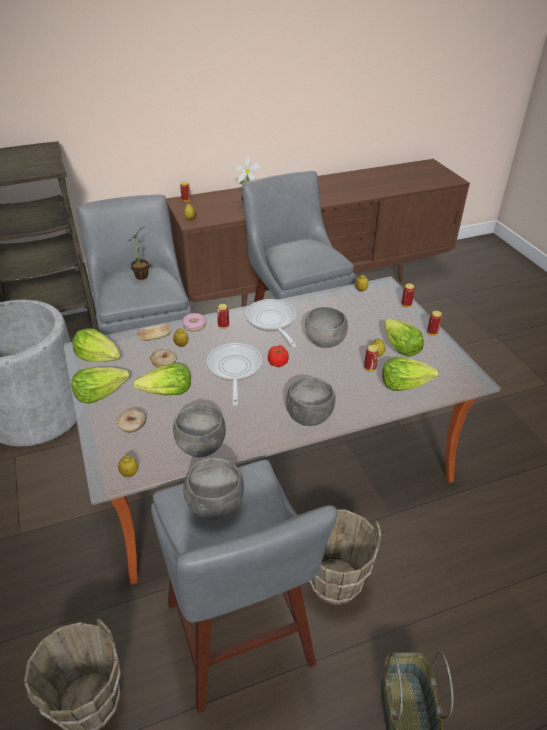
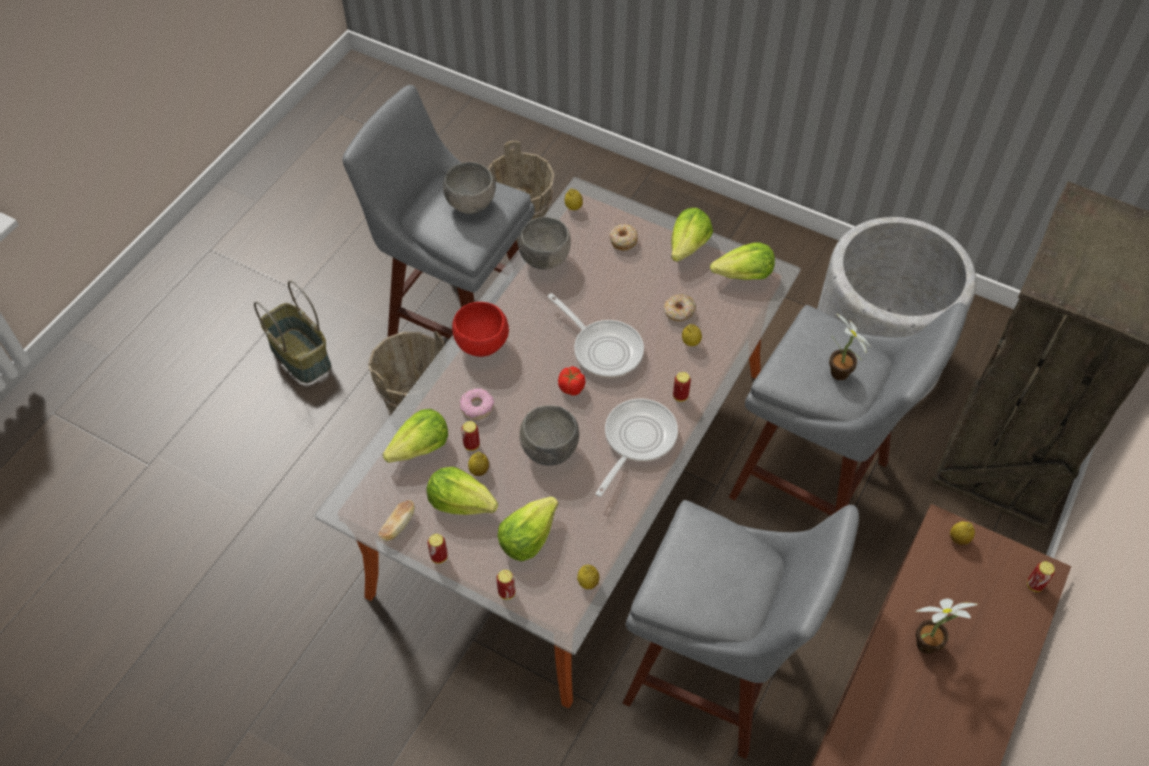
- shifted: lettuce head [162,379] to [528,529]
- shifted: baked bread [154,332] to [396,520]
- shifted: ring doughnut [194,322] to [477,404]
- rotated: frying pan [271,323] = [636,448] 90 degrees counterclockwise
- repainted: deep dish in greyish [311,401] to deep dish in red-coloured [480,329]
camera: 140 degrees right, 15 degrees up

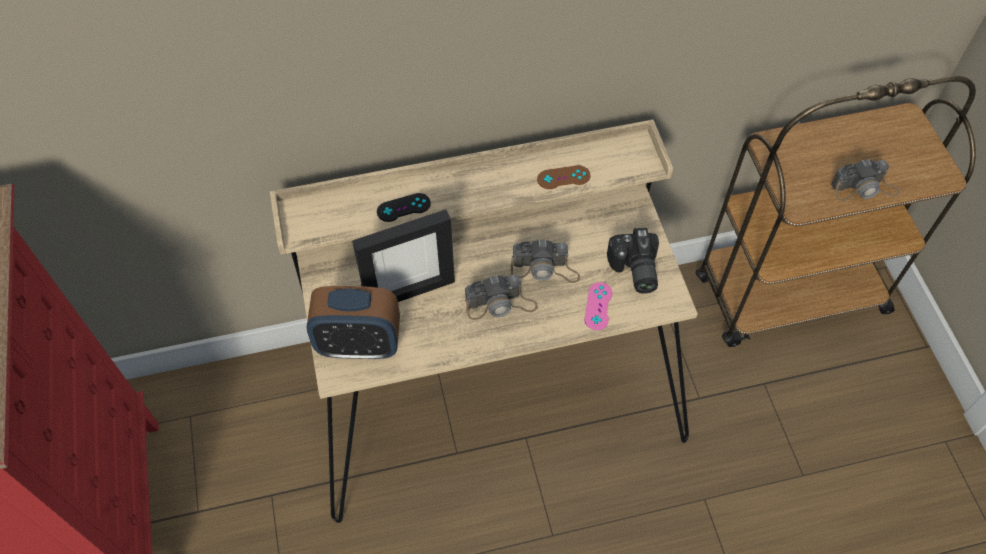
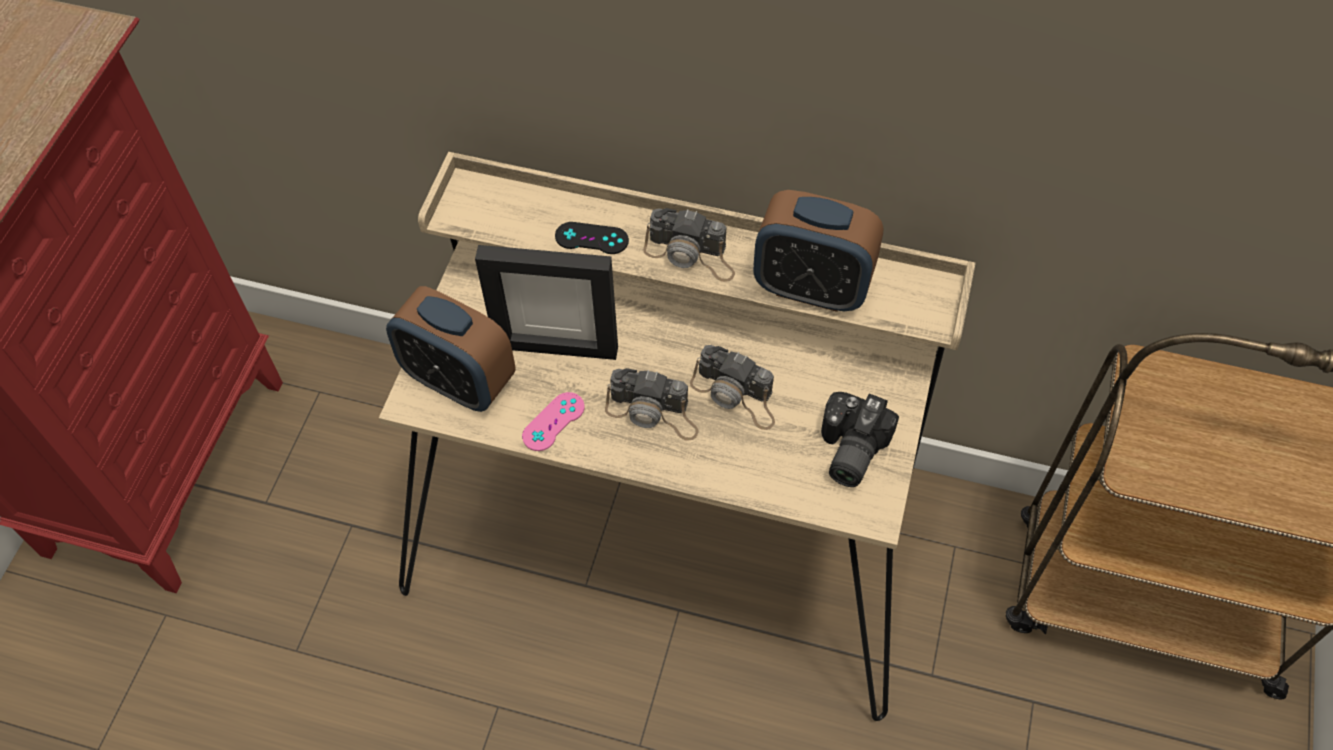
- swapped: game controller in brown [563,177] to bedside clock [818,251]
- shifted: game controller in pink-coloured [598,306] to [553,421]
- shifted: photo camera [865,180] to [689,245]
camera: 30 degrees right, 0 degrees up

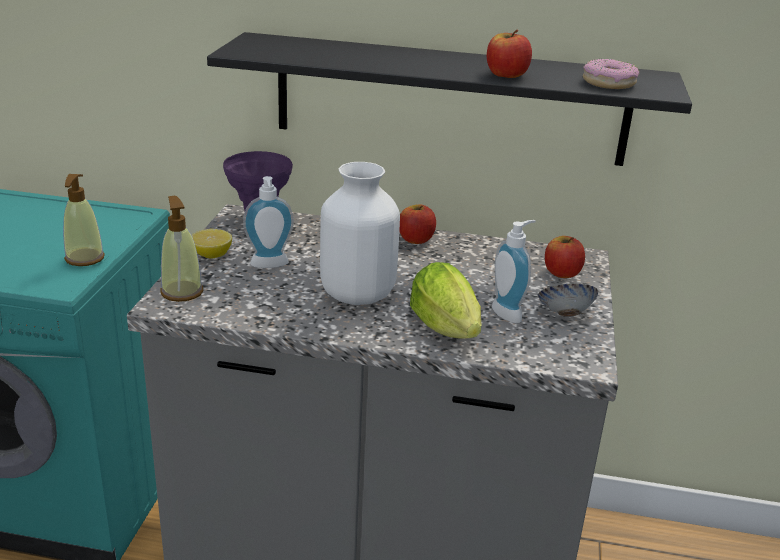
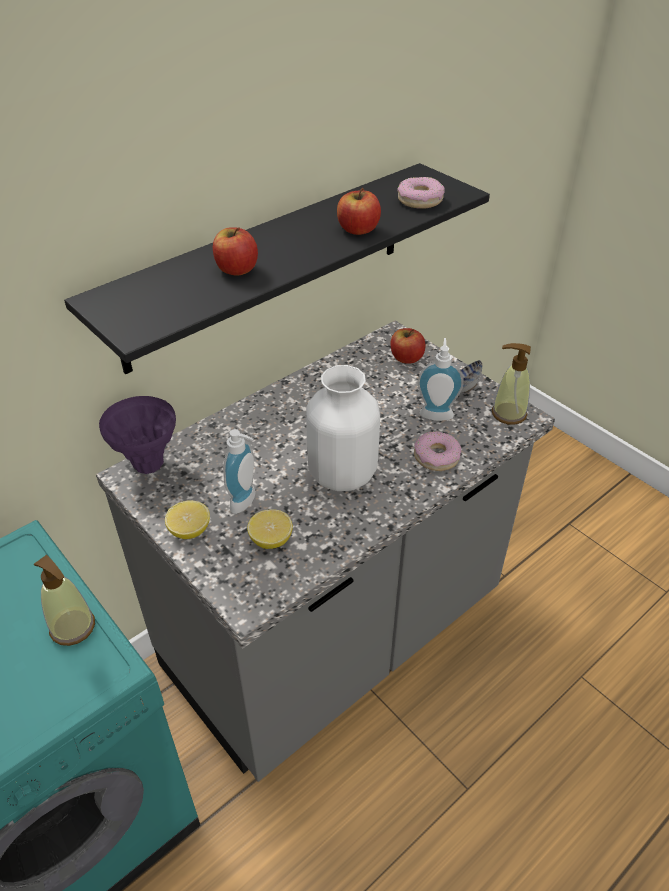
- shifted: liquid soap bottle [181,249] to [511,384]
- shifted: whole apple [417,224] to [235,251]
- swapped: lettuce head [445,300] to ring doughnut [437,451]
- new: lemon [270,529]
camera: 50 degrees left, 15 degrees up

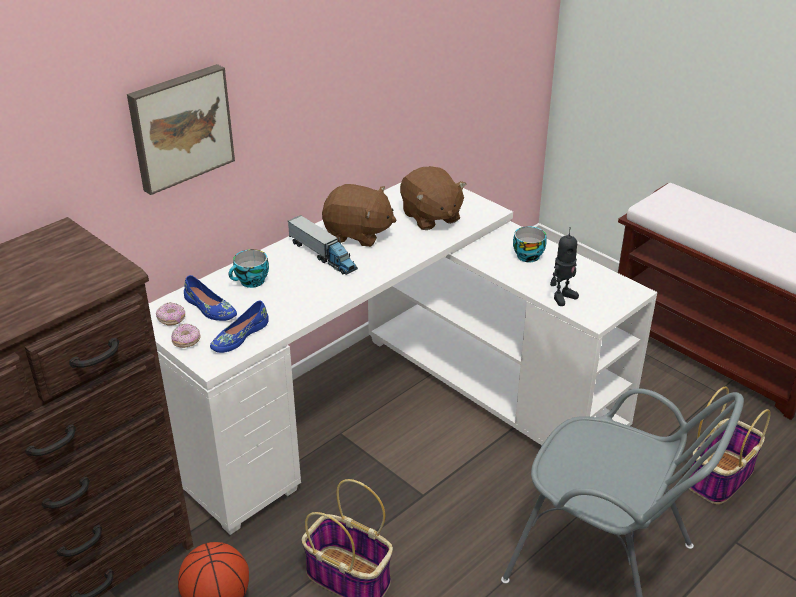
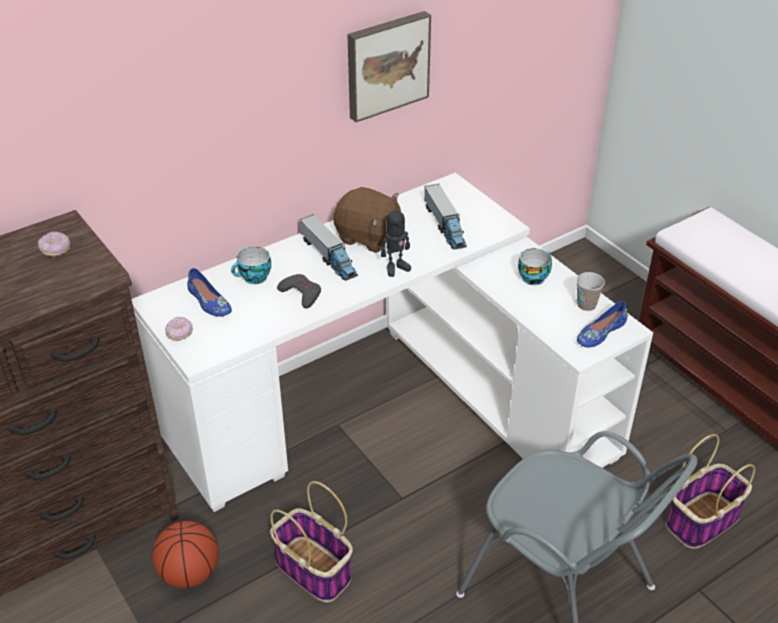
- shifted: picture [181,129] to [389,66]
- shifted: ring doughnut [170,313] to [54,244]
- shifted: low shoe in blue-coloured [239,327] to [602,324]
- swapped: cuddly toy in brown [433,198] to toy truck [445,217]
- shifted: robot figure [564,266] to [396,240]
- new: game controller in greyish [299,291]
- new: small cup [591,291]
camera: 10 degrees right, 5 degrees up

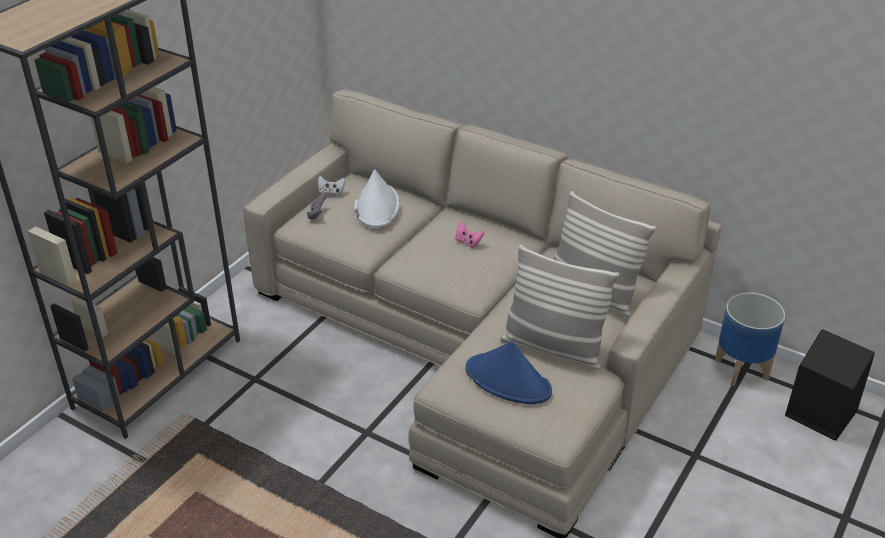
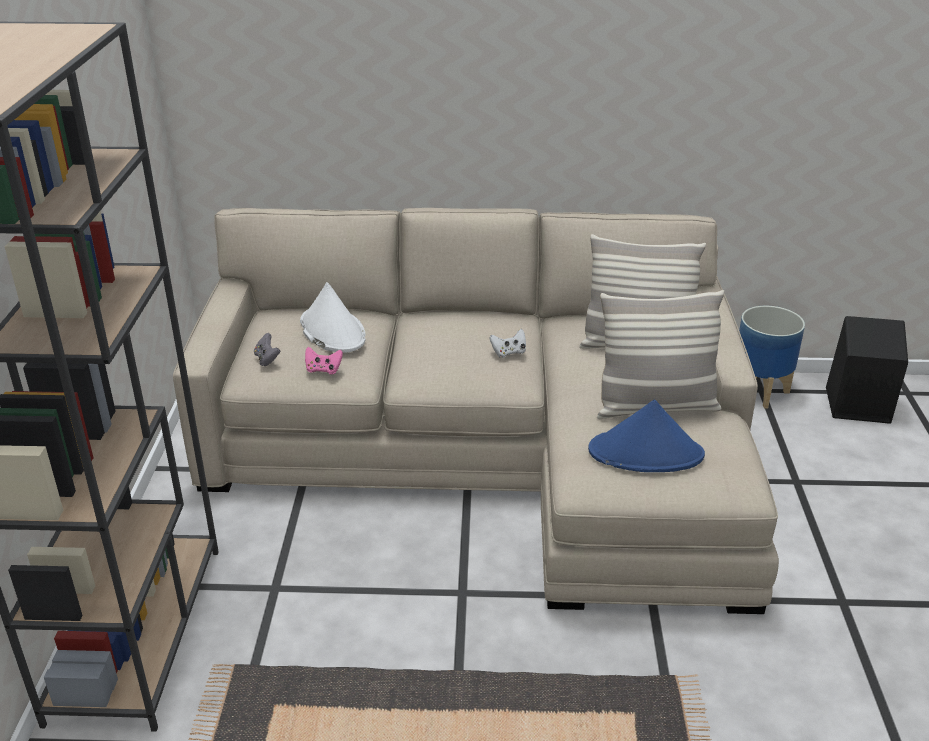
- shifted: game controller in whitish [331,186] to [507,343]
- shifted: game controller in pink-coloured [469,234] to [324,361]
camera: 30 degrees left, 5 degrees down

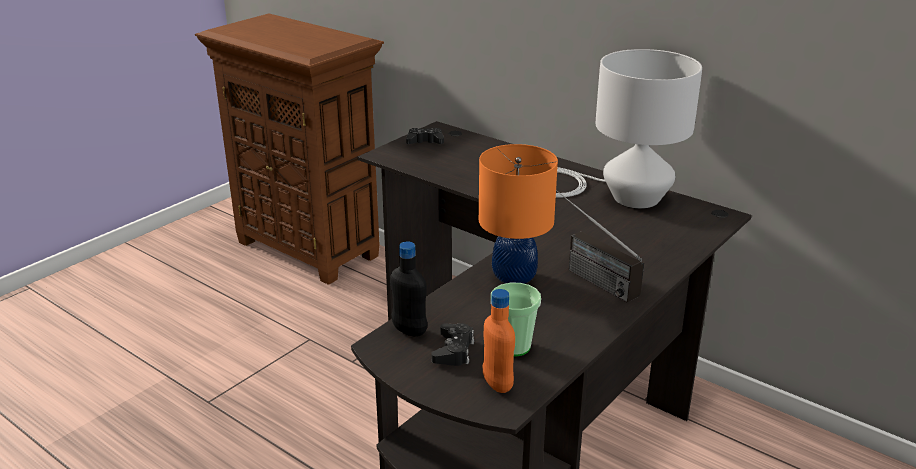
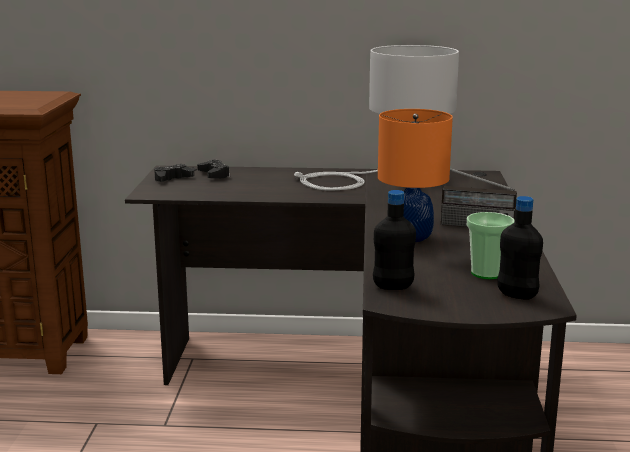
- shifted: game controller in black [452,344] to [213,168]
- repainted: beverage bottle in orangey [499,341] to beverage bottle in black [520,248]
camera: 35 degrees left, 10 degrees down

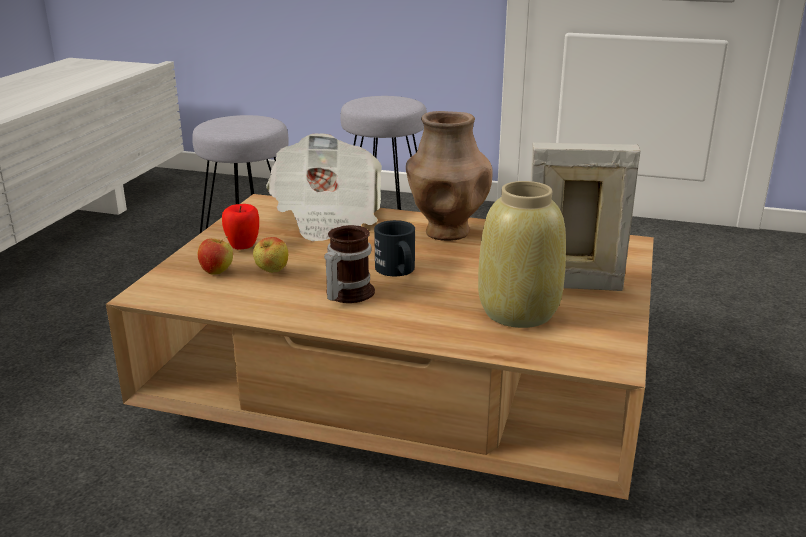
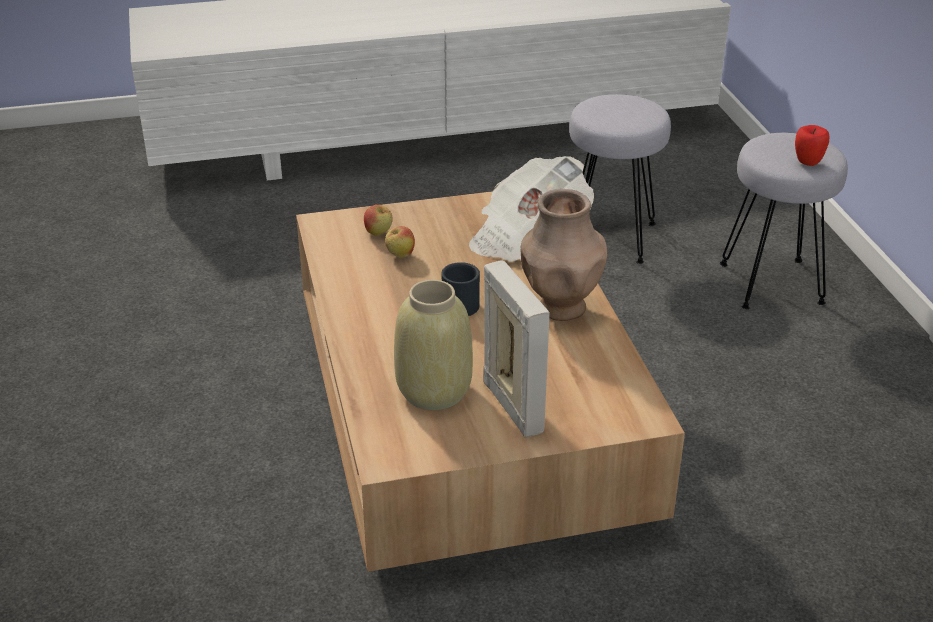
- shifted: whole apple [240,227] to [812,145]
- gone: mug [349,264]
camera: 60 degrees right, 10 degrees up

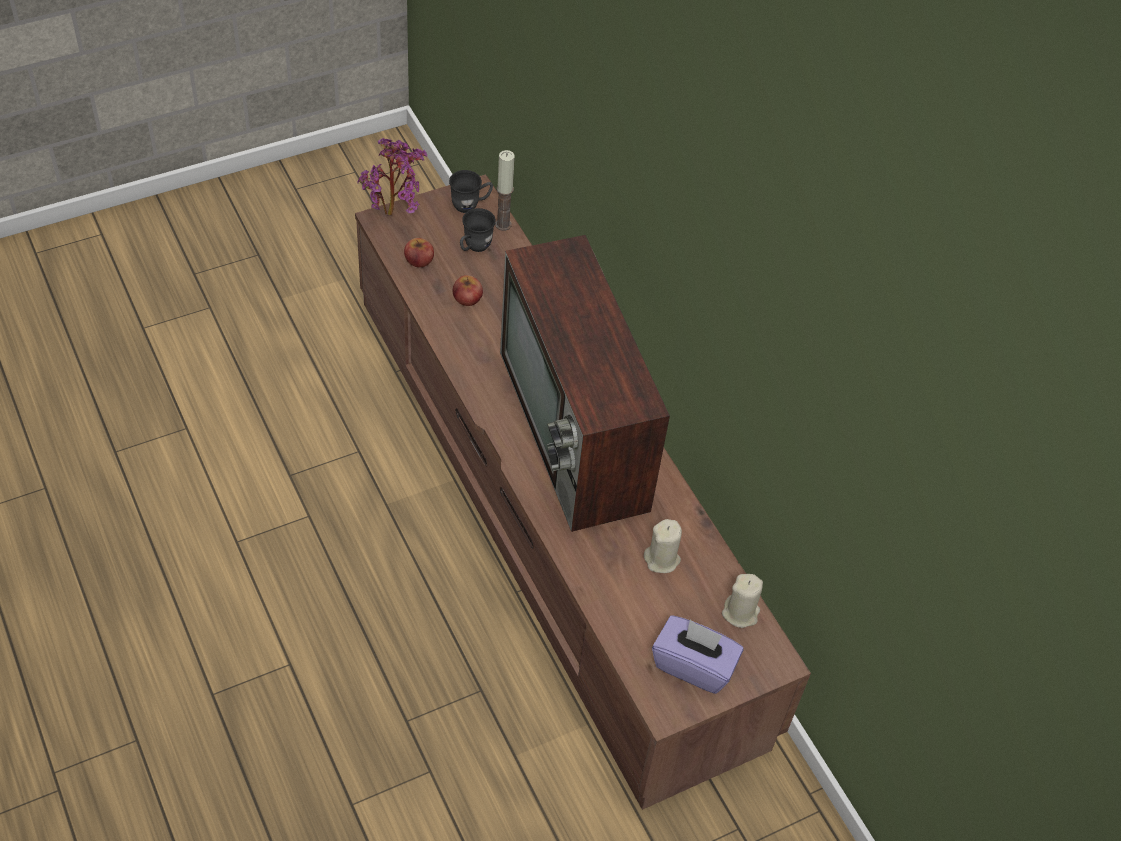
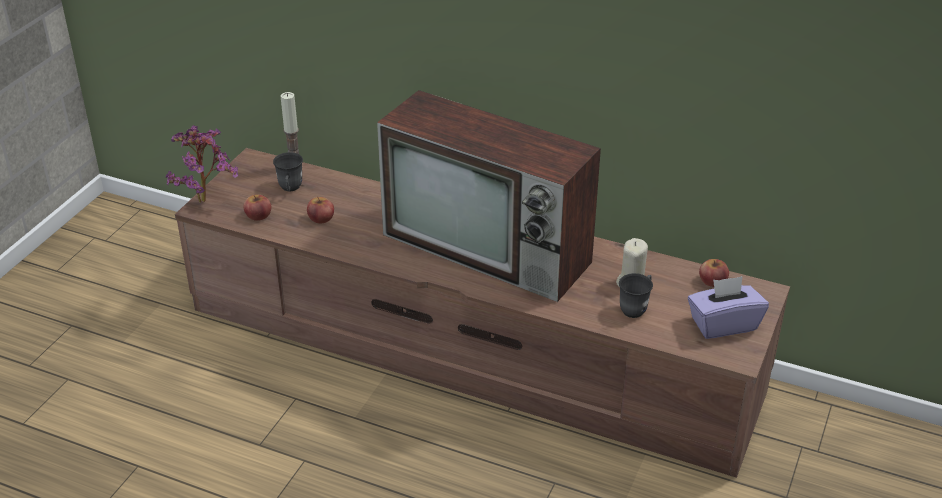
- shifted: mug in greyish [471,191] to [636,295]
- swapped: candle in beige [742,601] to whole apple [714,273]
camera: 35 degrees left, 15 degrees down

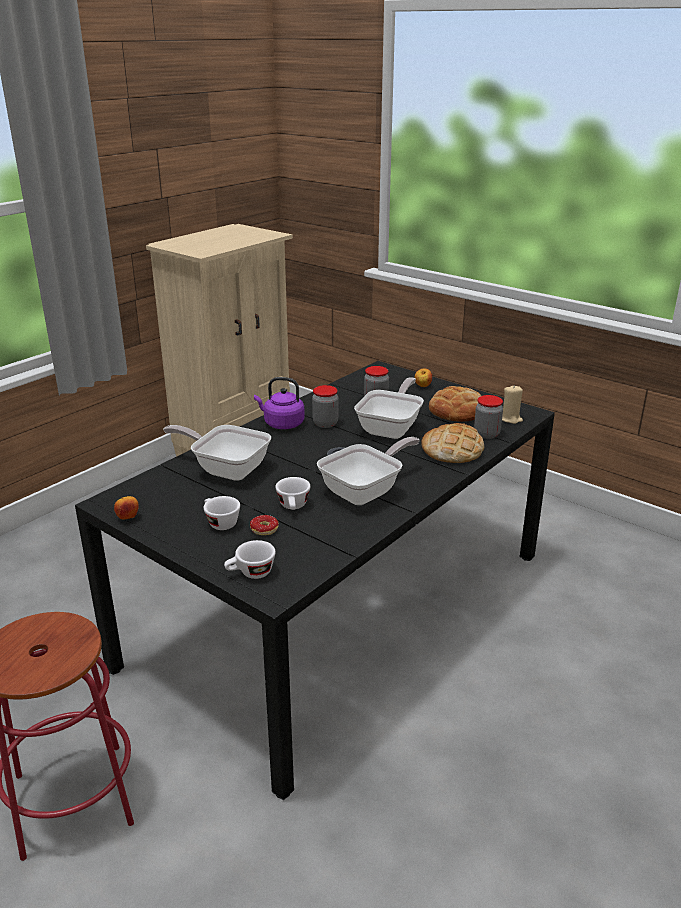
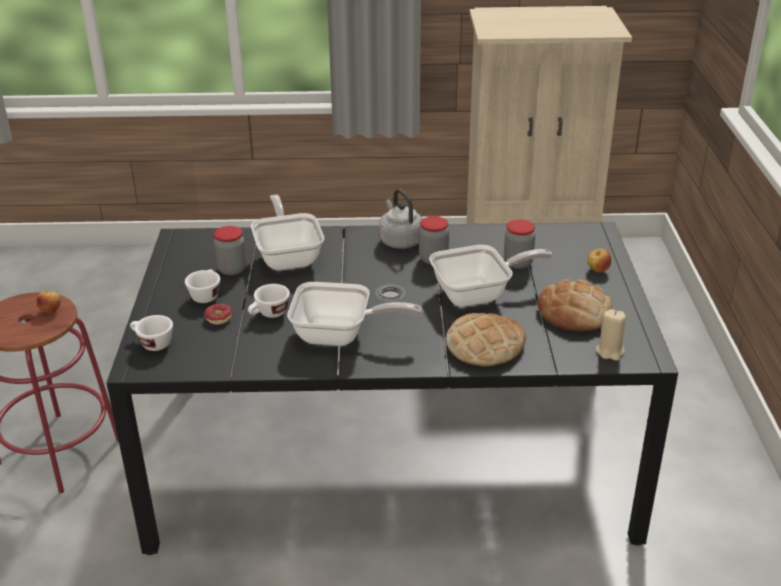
- shifted: whole apple [126,507] to [48,302]
- repainted: water kettle in purplish [279,403] to water kettle in greyish [401,219]
- shifted: jar [488,417] to [230,251]
camera: 50 degrees right, 5 degrees up

